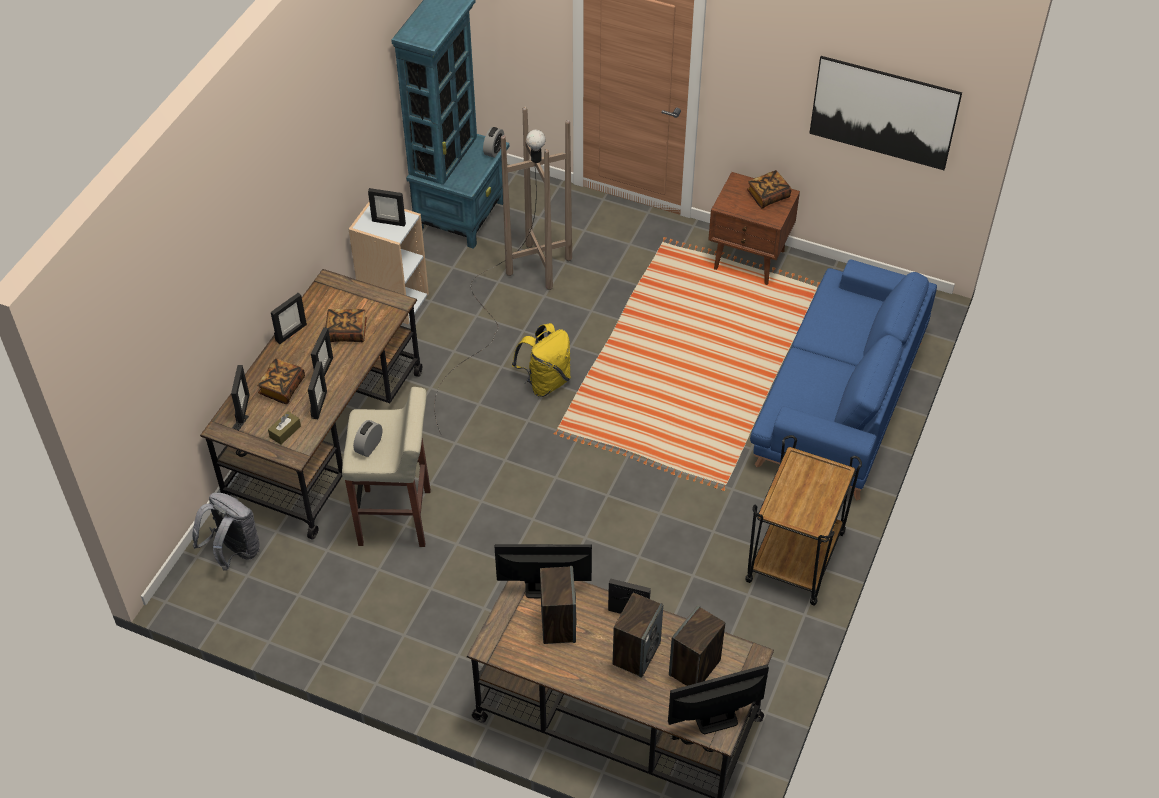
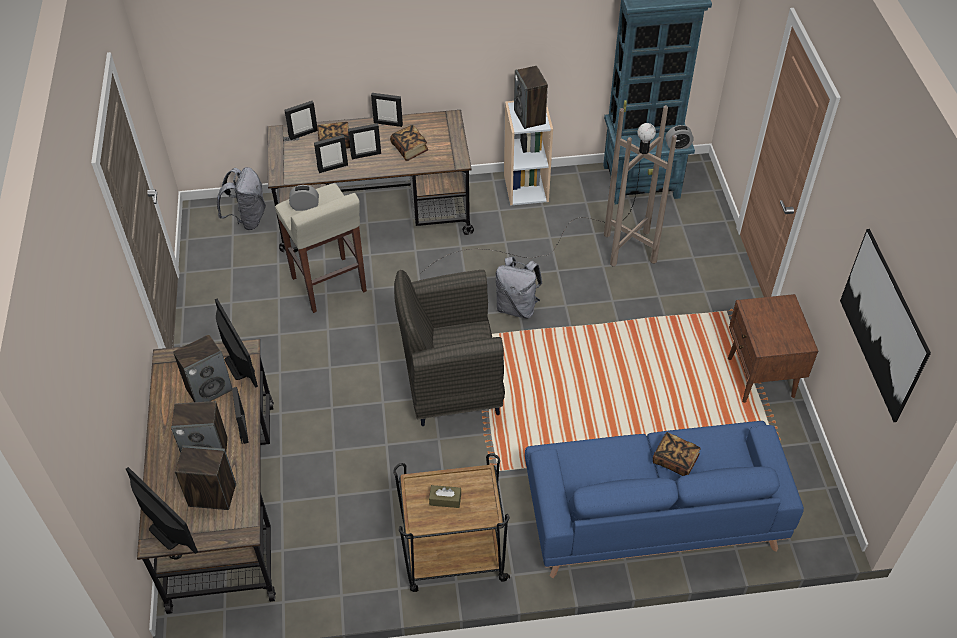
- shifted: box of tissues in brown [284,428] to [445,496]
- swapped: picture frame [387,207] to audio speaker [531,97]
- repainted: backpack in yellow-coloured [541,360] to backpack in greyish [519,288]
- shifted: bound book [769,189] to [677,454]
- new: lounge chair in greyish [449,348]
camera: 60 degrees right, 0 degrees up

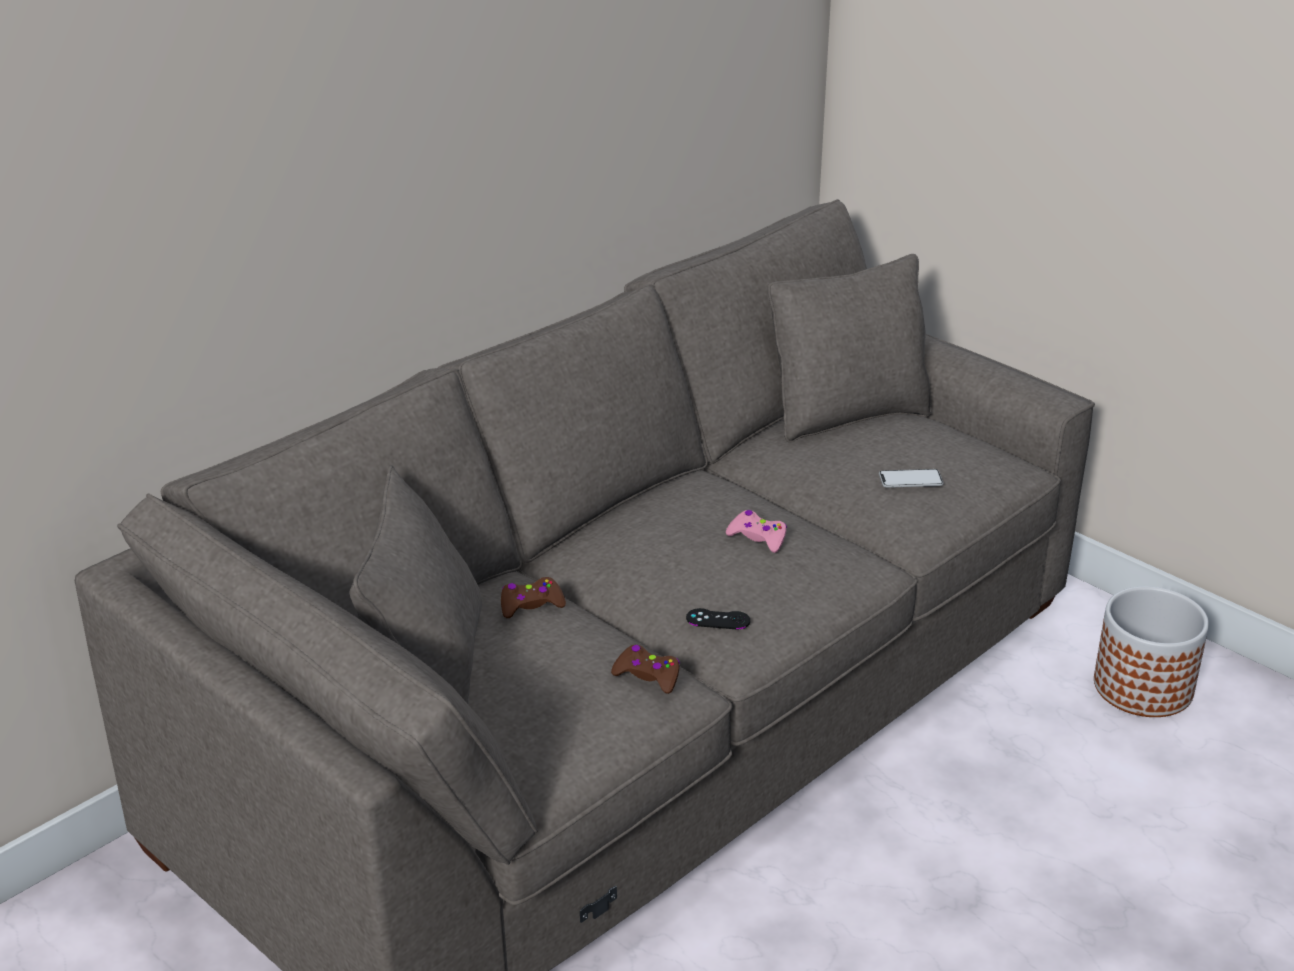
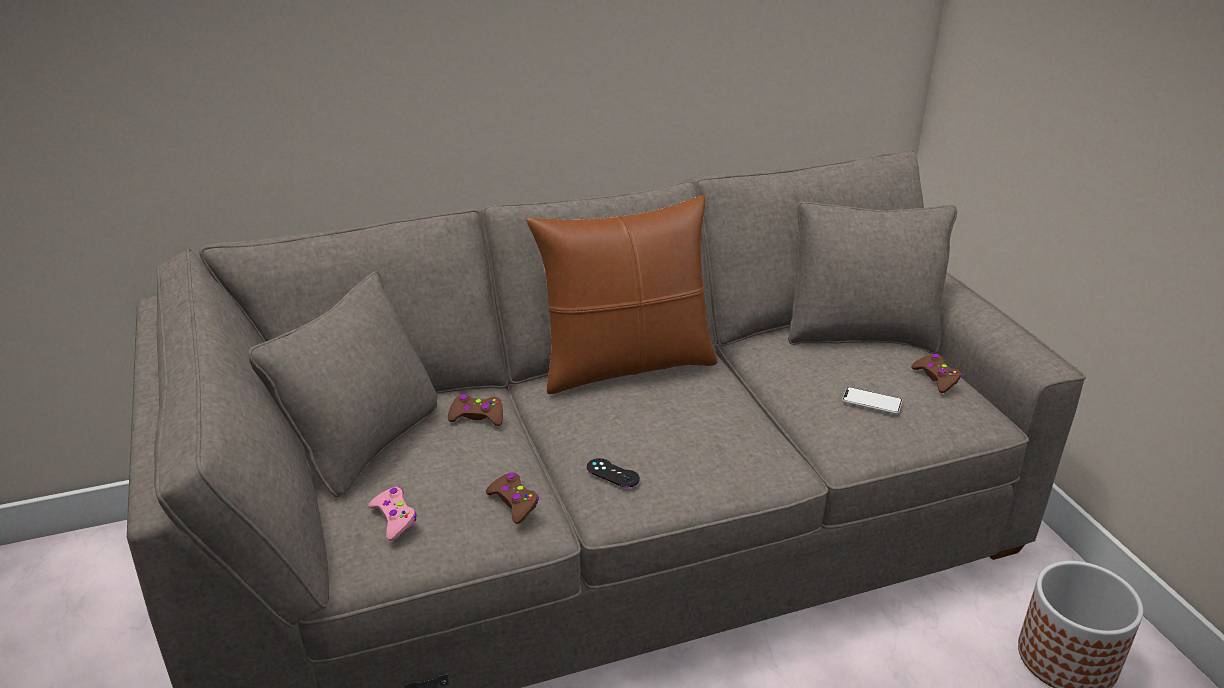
- shifted: game controller in pink-coloured [756,531] to [393,514]
- new: throw pillow in brown [621,294]
- new: game controller in brown [936,373]
camera: 25 degrees right, 0 degrees up

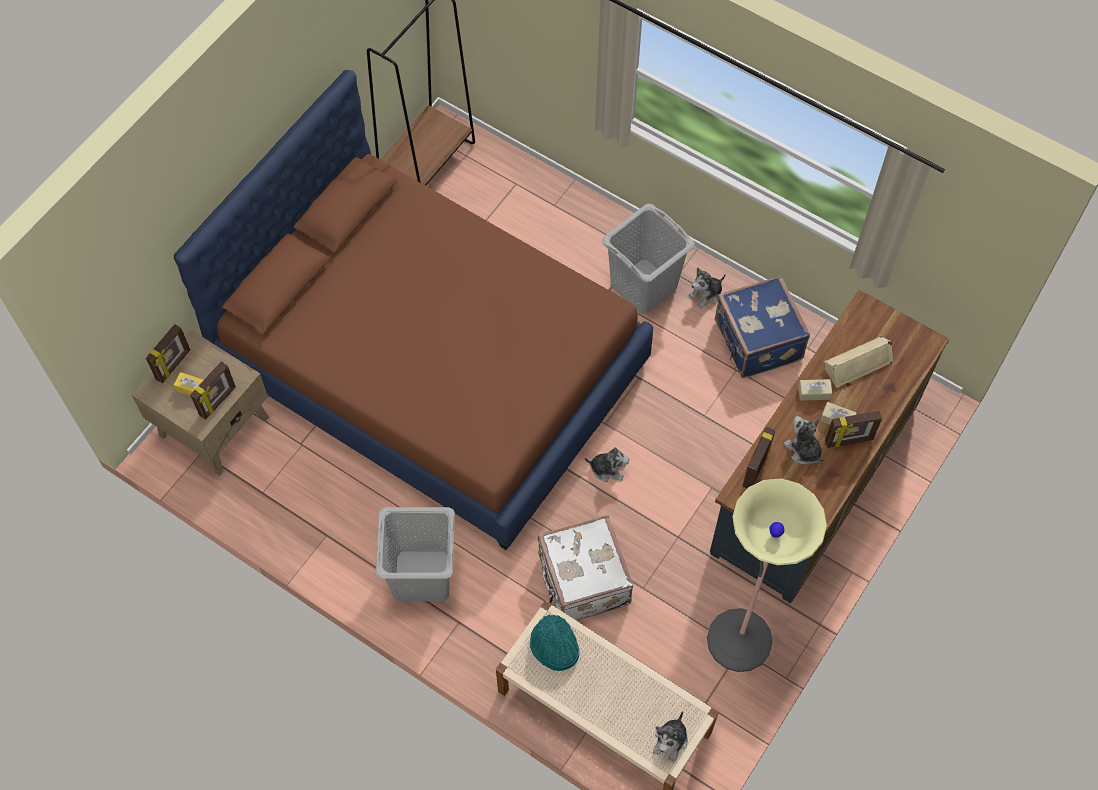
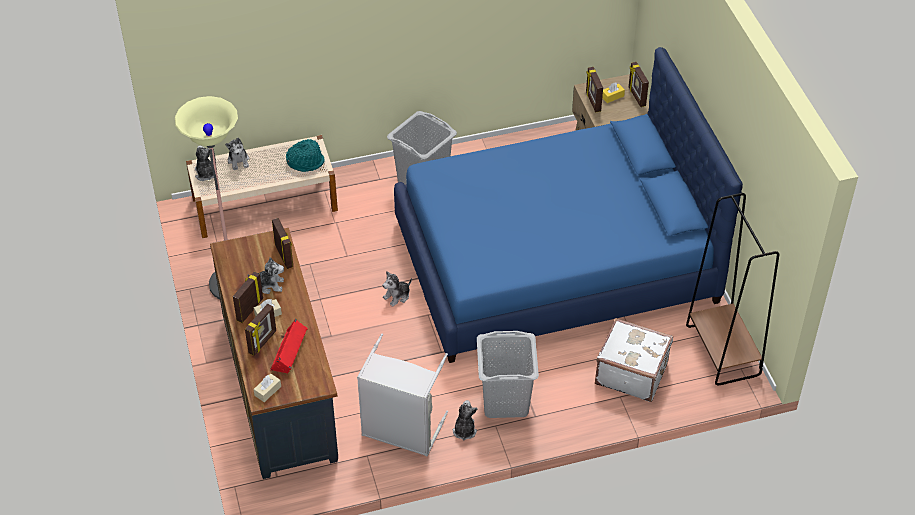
- repainted: bed in brown [413,310] to bed in blue-coloured [568,205]
- shifted: travel case in whitish [585,568] to [634,360]
- swapped: travel case in blue-coloured [762,326] to laundry basket in greyish [402,395]
- shifted: box of tissues in beige [815,390] to [267,388]
- repainted: audio speaker in beige [858,362] to audio speaker in red-coloured [289,346]
- new: cuddly toy [237,154]
- new: picture frame [260,330]
camera: 130 degrees right, 15 degrees down

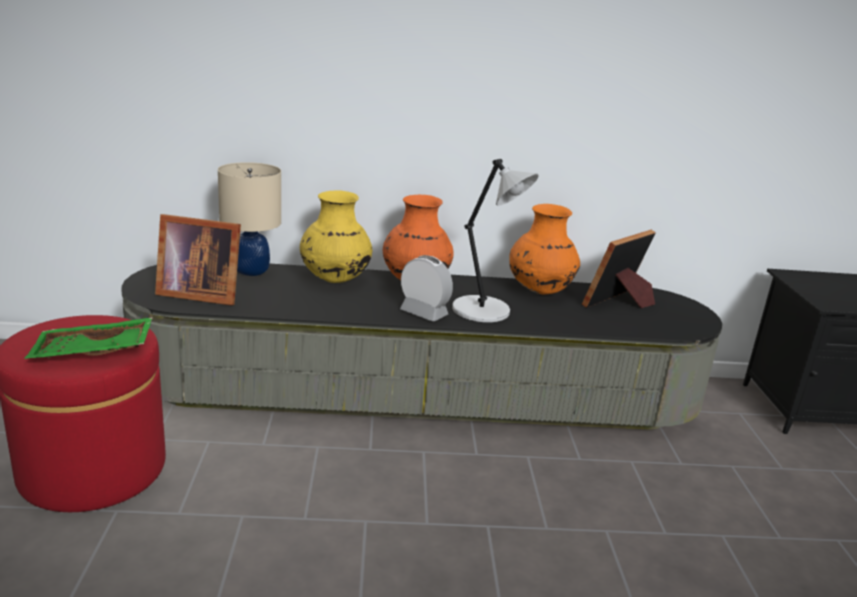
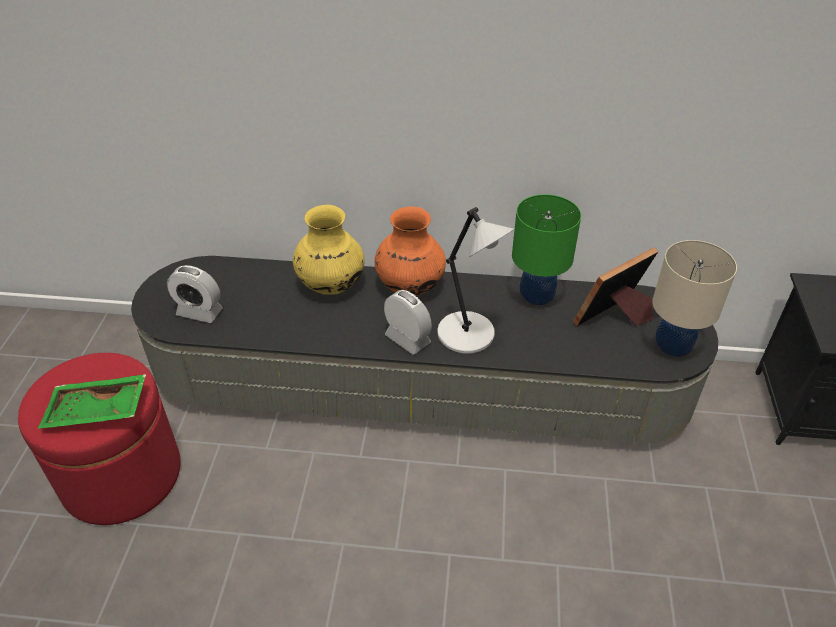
- swapped: picture frame [198,260] to bedside clock [195,294]
- shifted: tabletop lamp in beige [249,219] to [695,298]
- swapped: vase in orangey [544,249] to tabletop lamp in greenish [546,249]
camera: 10 degrees right, 20 degrees up

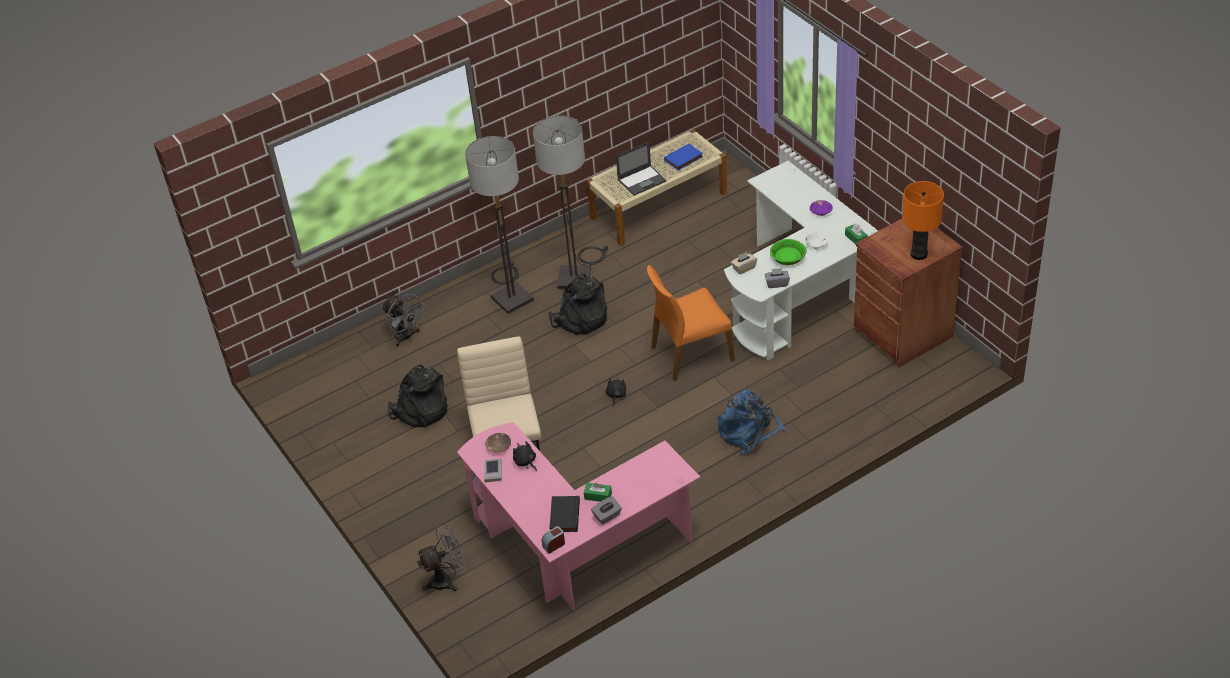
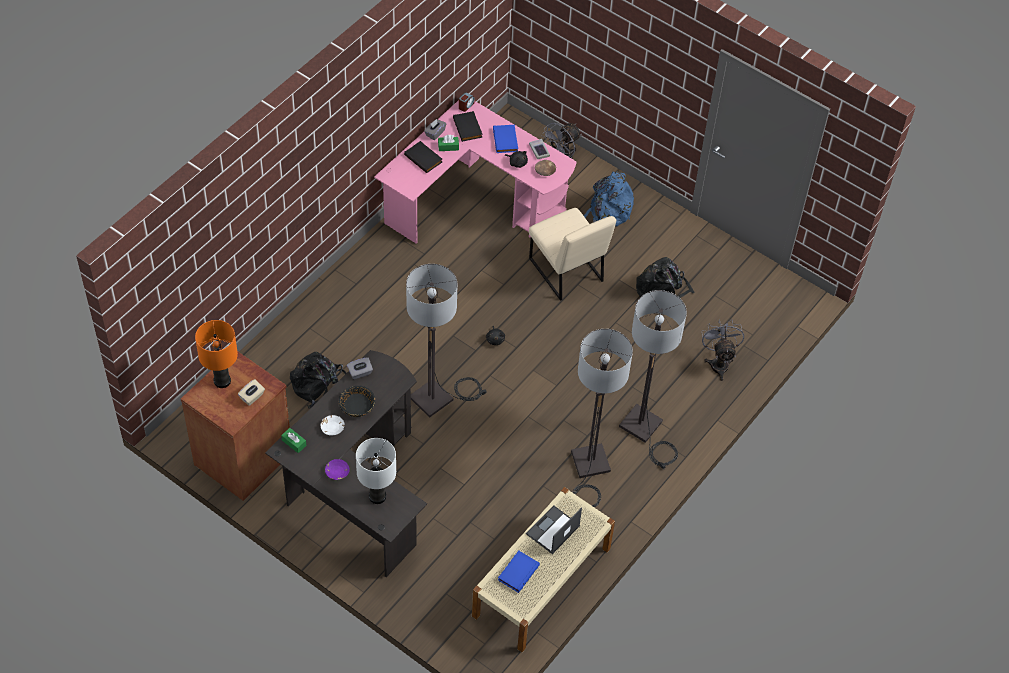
- rotated: cooling fan in greyish [404,320] = [723,350] 60 degrees clockwise
- shifted: backpack in black [577,304] to [318,380]
- swapped: upright chair in orangey [691,323] to floor lamp [446,341]
- shifted: backpack in blue-coloured [751,421] to [609,198]
- repainted: desk in whitish [801,260] to desk in black [346,463]
- shifted: box of tissues in beige [744,263] to [251,392]
- repainted: deep dish in greenish [788,252] to deep dish in black [357,401]
- new: tabletop lamp in whitish [376,471]
- new: bound book in black [423,157]
- new: bound book in blue-coloured [505,139]
camera: 155 degrees right, 10 degrees up

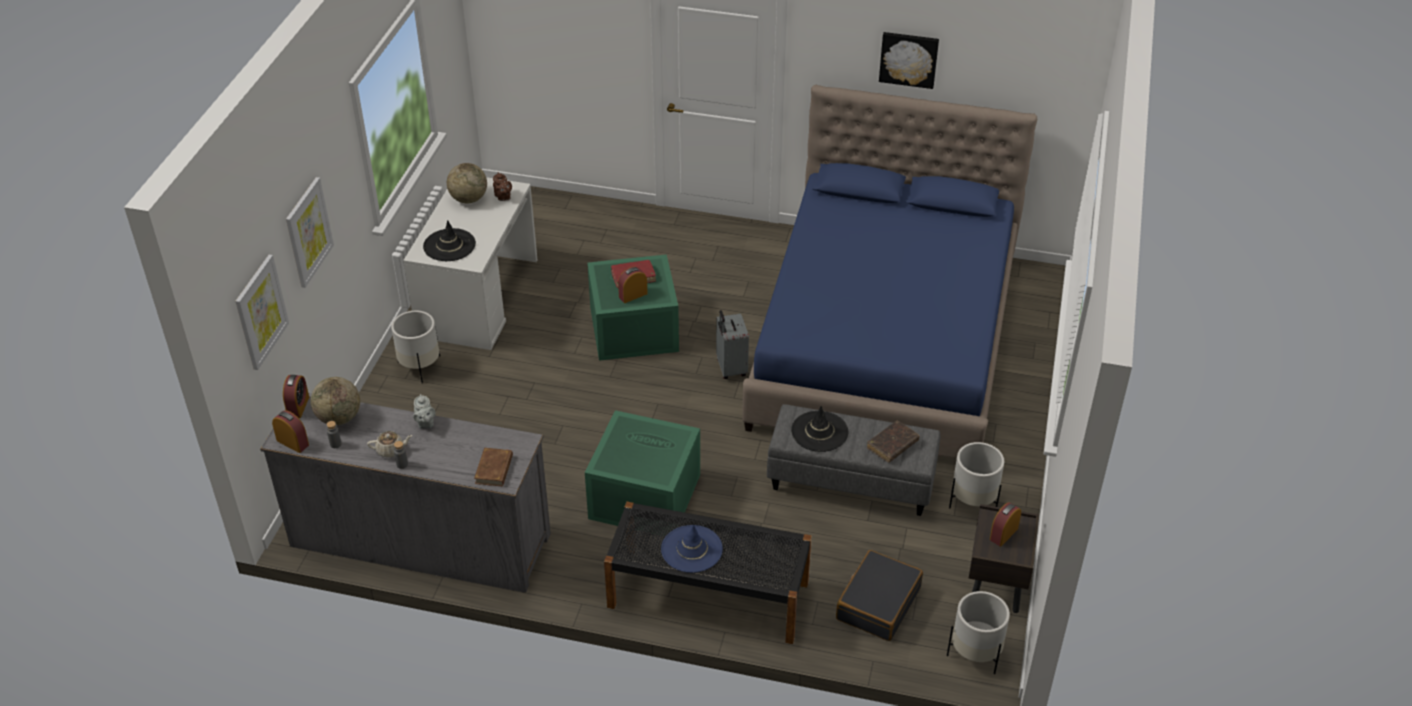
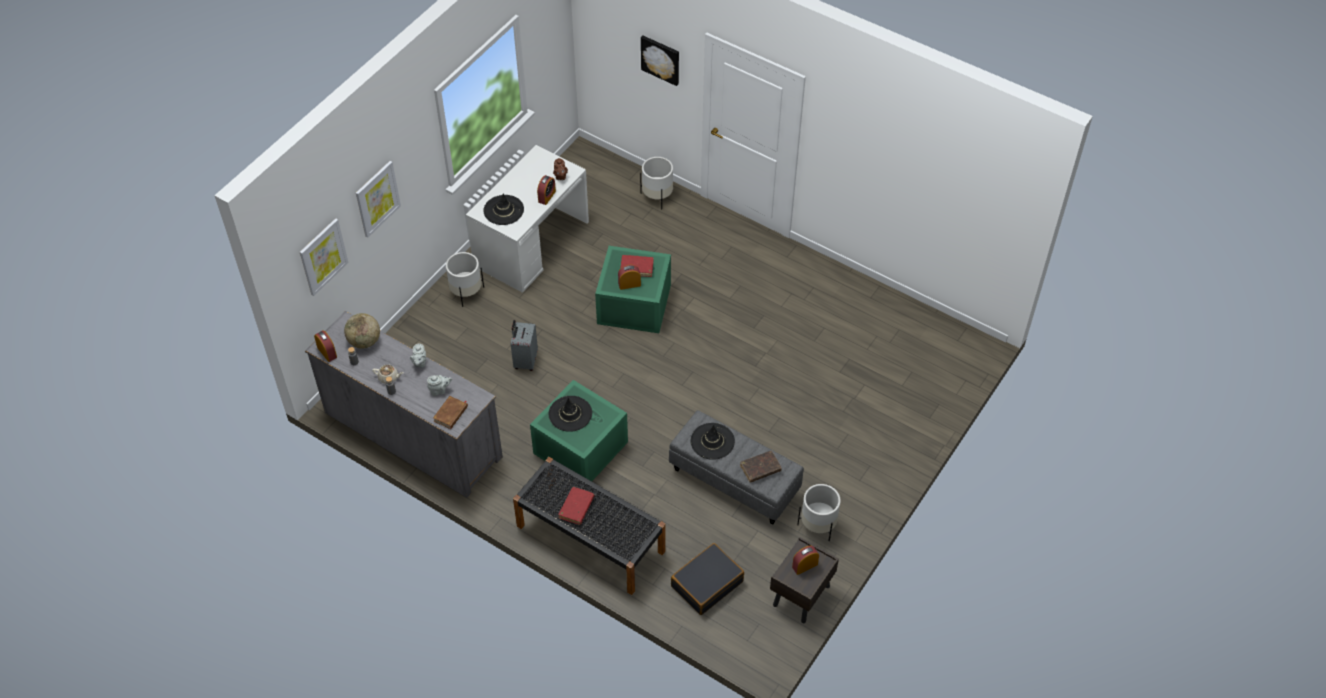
- shifted: bedside clock [296,396] to [546,190]
- gone: globe [467,183]
- swapped: hat in blue-coloured [692,549] to bound book in red-coloured [576,506]
- shifted: travel case in greyish [732,344] to [524,345]
- gone: bed in blue-coloured [889,272]
- shifted: picture [909,60] to [660,61]
- shifted: flower pot in whitish [978,632] to [656,183]
- new: pot for tea in greyish [439,385]
- new: hat in black [570,414]
camera: 20 degrees right, 10 degrees up

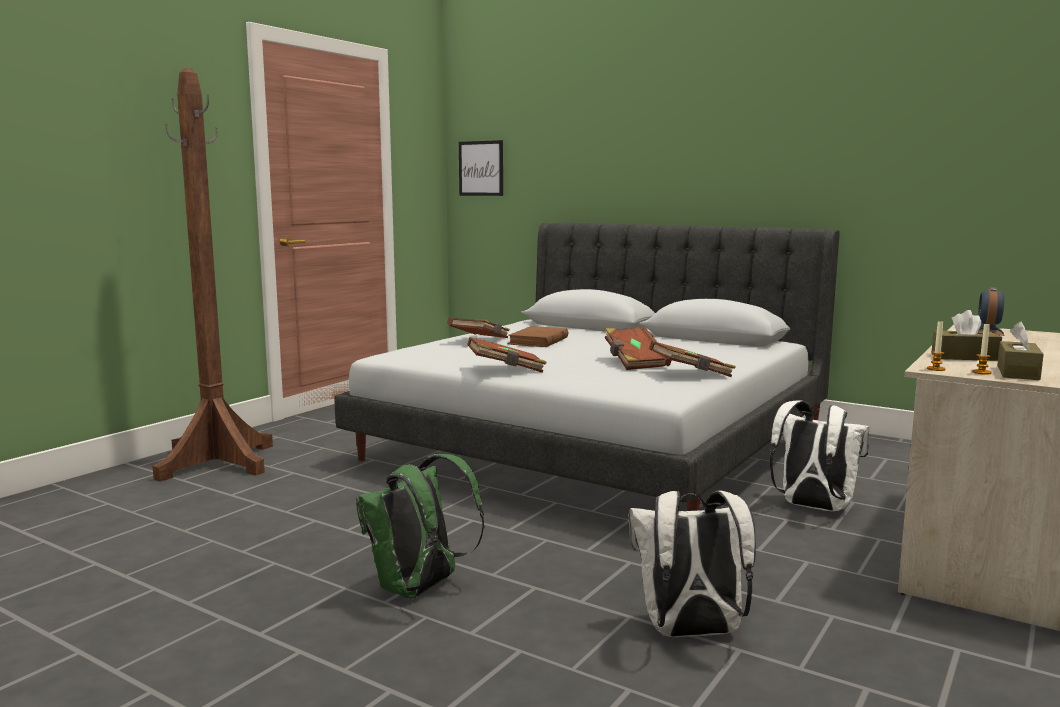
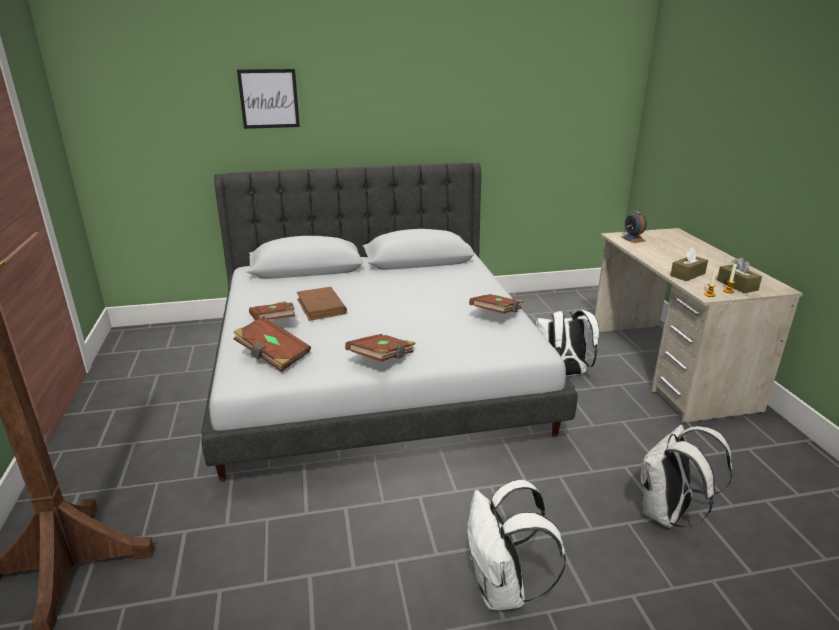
- repainted: backpack in greenish [420,526] to backpack in whitish [516,545]
- shifted: picture [481,168] to [268,99]
- shifted: bound book in brown [638,349] to [272,344]
camera: 45 degrees left, 15 degrees up

